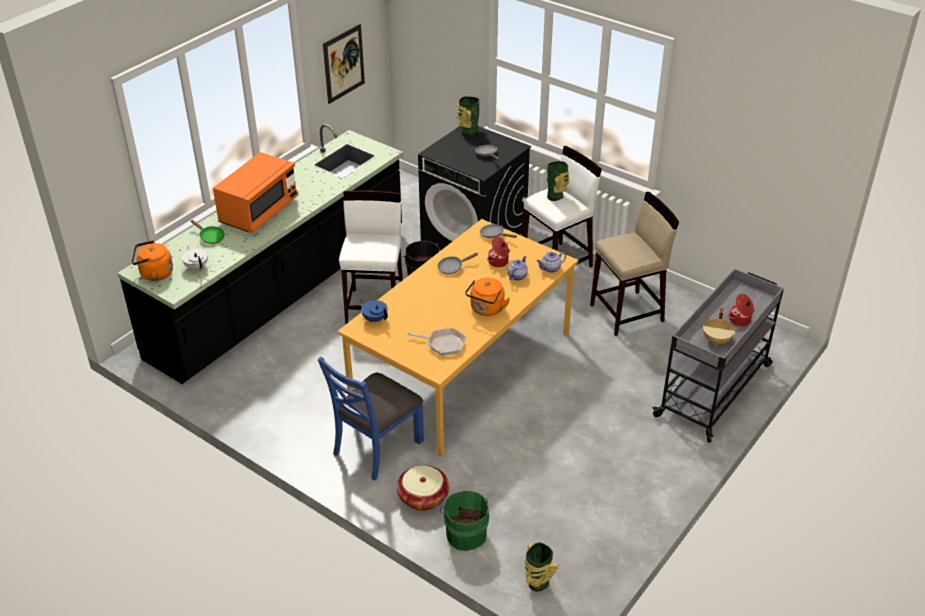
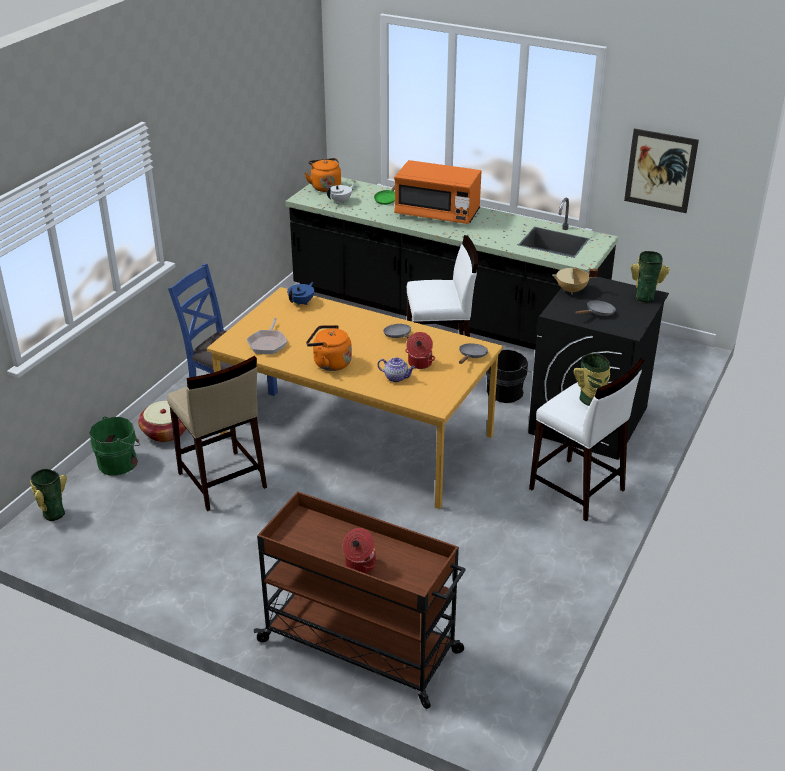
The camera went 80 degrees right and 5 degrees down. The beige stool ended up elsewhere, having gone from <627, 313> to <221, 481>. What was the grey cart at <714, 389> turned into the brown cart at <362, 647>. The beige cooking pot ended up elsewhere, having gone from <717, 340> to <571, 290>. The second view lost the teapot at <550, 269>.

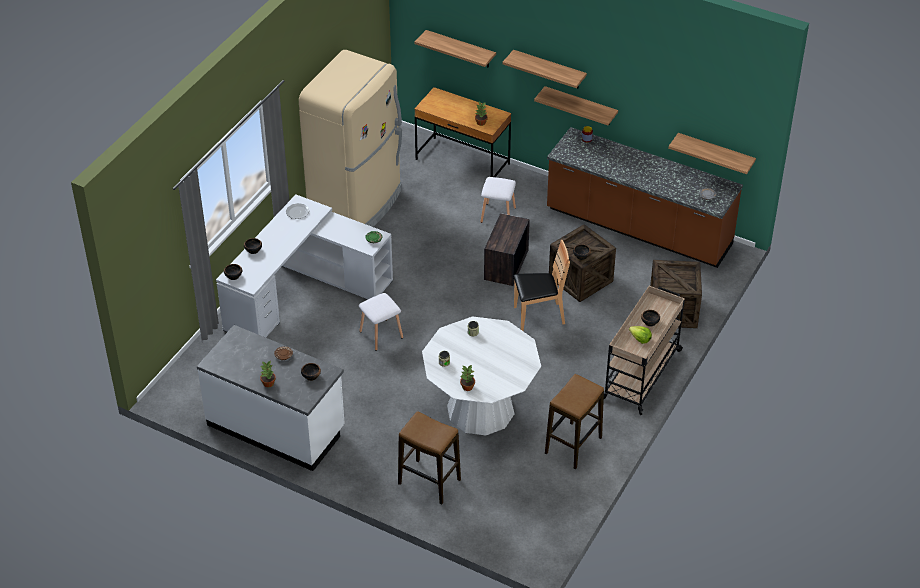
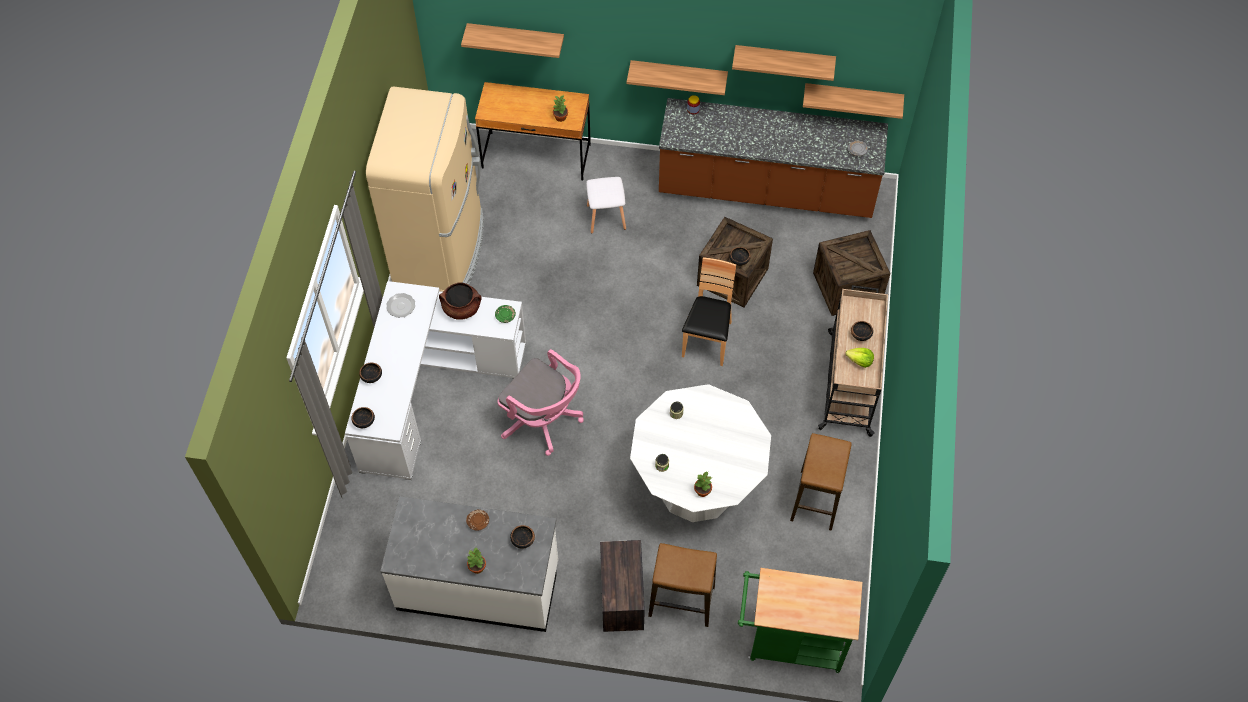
The camera went 20 degrees left and 15 degrees up. The second view gained the brown cooking pot at <462, 308>. Where the white stool stood at <380, 335>, the pink office chair came to stand at <544, 421>. The crate ended up elsewhere, having gone from <506, 264> to <621, 595>. The brown chair at <538, 316> ended up facing another way, 45 degrees counterclockwise from before. The shelf ended up elsewhere, having gone from <549, 69> to <784, 59>. The second view gained the green cart at <789, 641>.

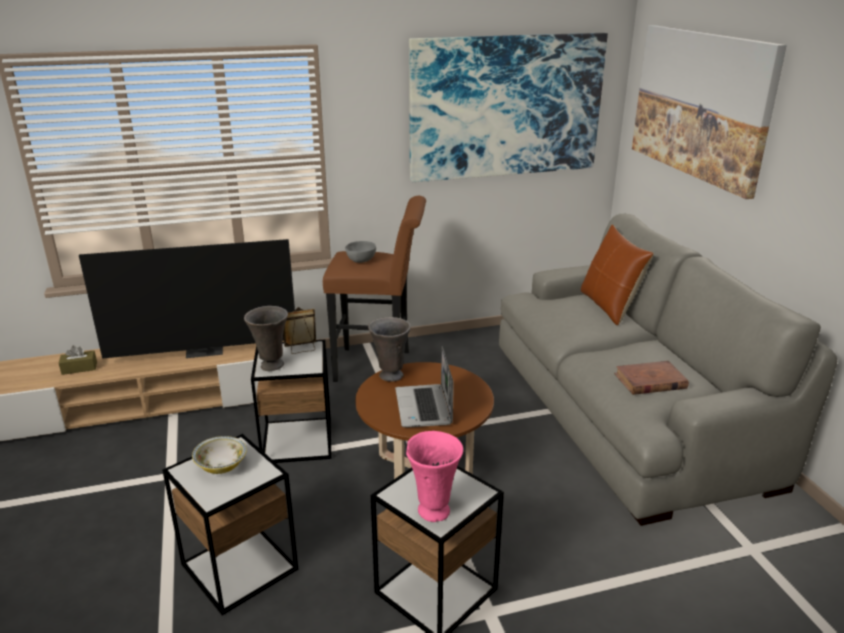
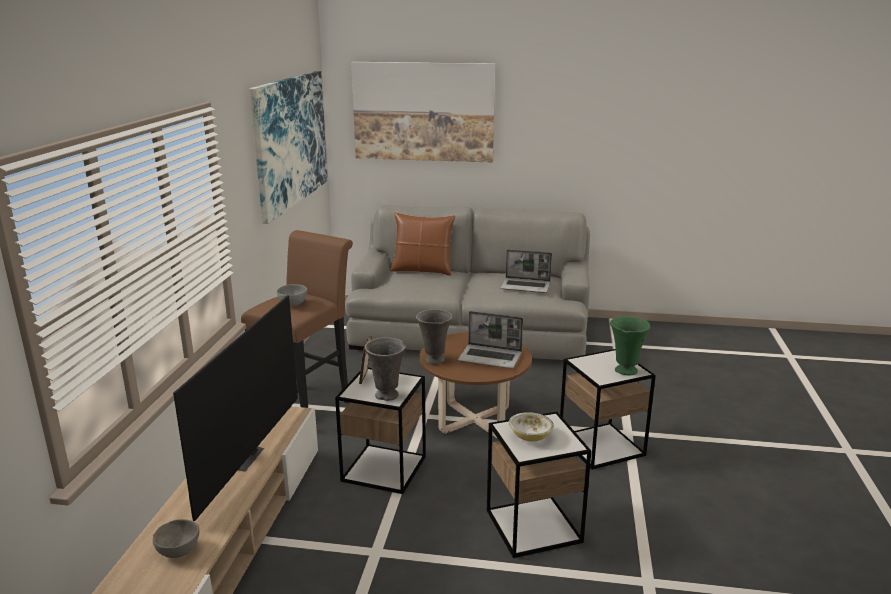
The camera went 65 degrees left and 5 degrees down. Where the brown tissue box stood at <79, 368>, the grey bowl came to stand at <178, 551>. Where the brown book stood at <650, 381>, the laptop came to stand at <526, 286>. What was the pink vase at <433, 510> turned into the green vase at <625, 371>.

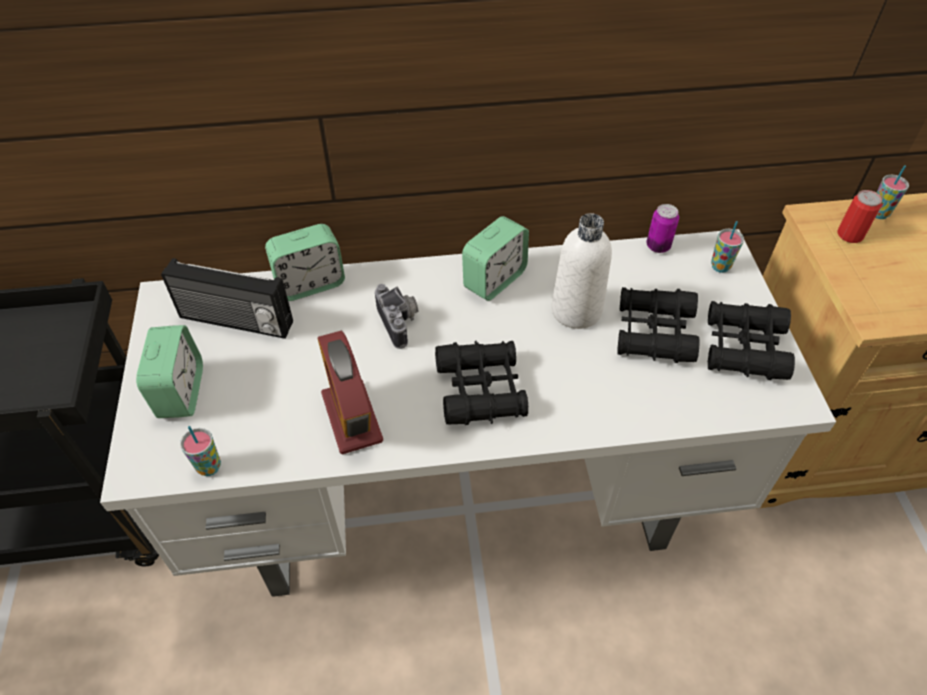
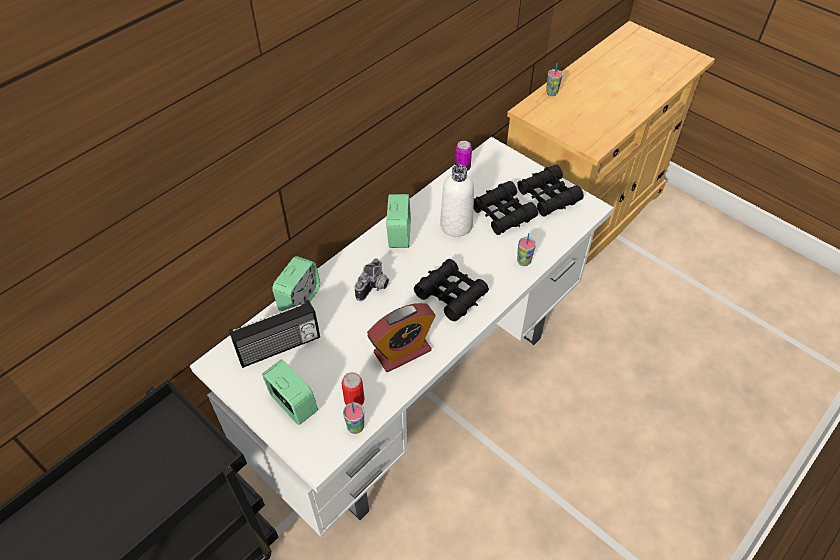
The camera went 40 degrees left and 0 degrees up. The can ended up elsewhere, having gone from <850, 235> to <354, 400>. The photo camera at <401, 322> ended up facing another way, 90 degrees clockwise from before. The alarm clock at <352, 417> ended up facing another way, 60 degrees counterclockwise from before. The cup ended up elsewhere, having gone from <720, 266> to <523, 261>.

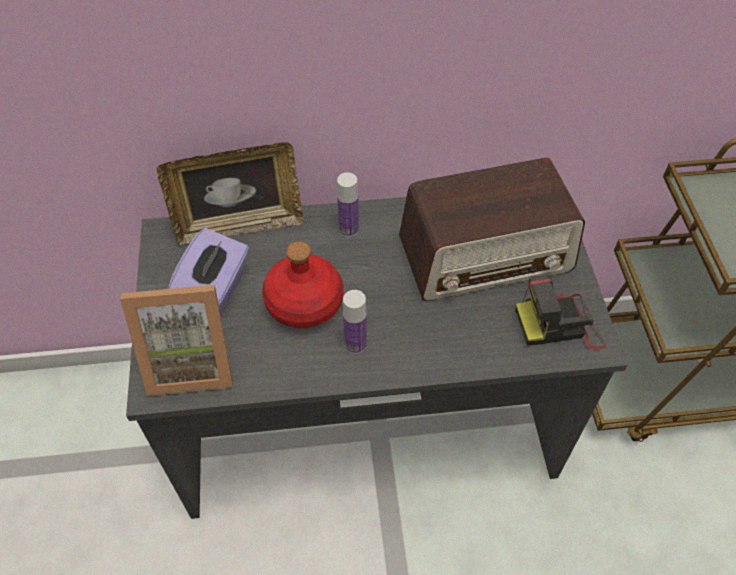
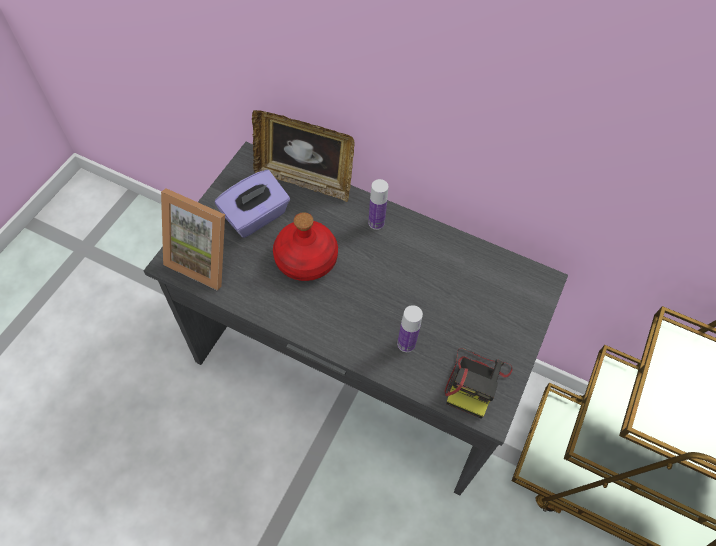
The camera went 30 degrees right and 5 degrees up. The bottle ended up elsewhere, having gone from <355, 344> to <406, 344>. The photo camera at <559, 324> ended up facing another way, 90 degrees counterclockwise from before. The second view lost the radio at <486, 255>.

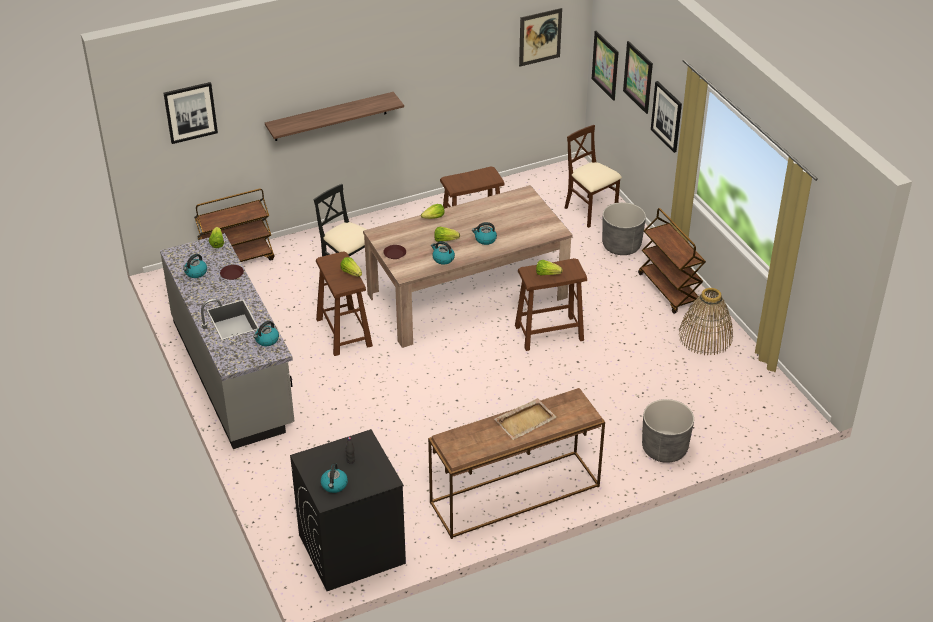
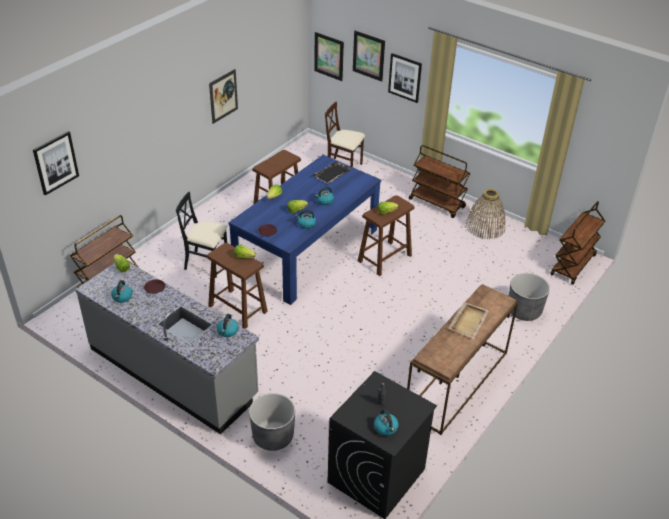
The camera went 30 degrees left and 0 degrees up. The picture ended up elsewhere, having gone from <540, 37> to <223, 96>. What was the beige dining table at <467, 296> turned into the blue dining table at <307, 251>. The grey planter ended up elsewhere, having gone from <621, 245> to <273, 436>. The second view gained the black tray at <331, 174>. The second view gained the brown cart at <573, 266>. The second view lost the shelf at <330, 116>.

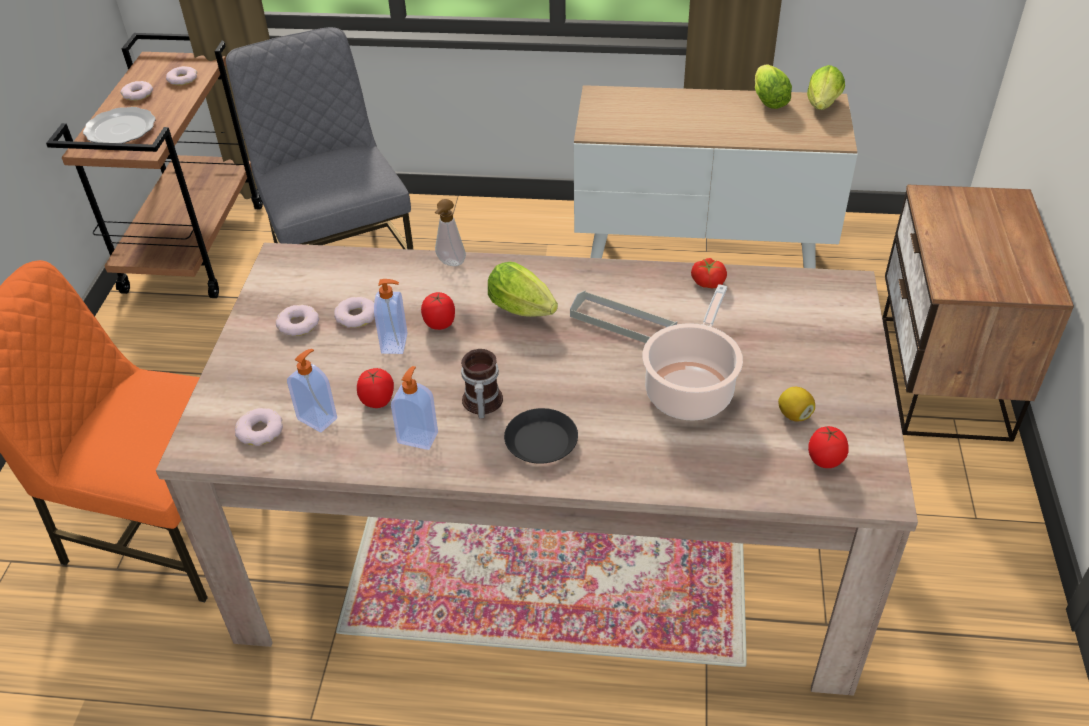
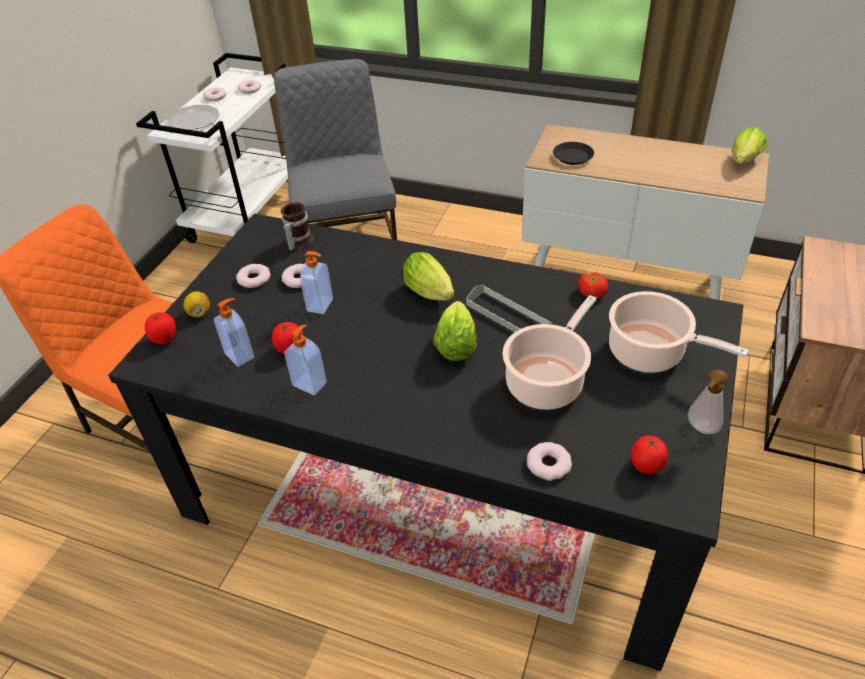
The camera went 15 degrees right and 0 degrees up. What was the beige dining table at <550, 542> turned into the black dining table at <441, 485>. What was the brown cart at <194, 247> turned into the white cart at <250, 216>. The tomato ended up elsewhere, having gone from <440, 323> to <165, 339>. The lemon ended up elsewhere, having gone from <794, 414> to <199, 313>. The mug ended up elsewhere, having gone from <480, 403> to <297, 242>. The lettuce ended up elsewhere, having gone from <767, 99> to <456, 343>. The donut ended up elsewhere, having gone from <260, 431> to <549, 464>. The black plate ended up elsewhere, having gone from <541, 441> to <572, 156>. The second view gained the cooking pot at <651, 353>. The soap dispenser ended up elsewhere, having gone from <450, 263> to <700, 429>.

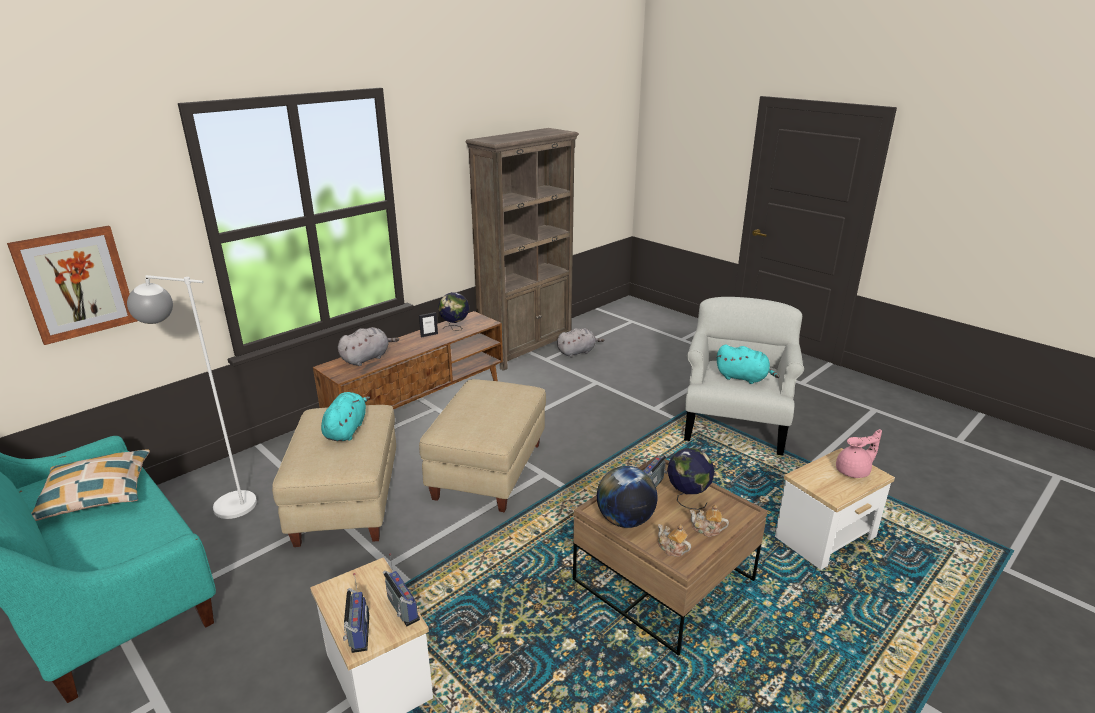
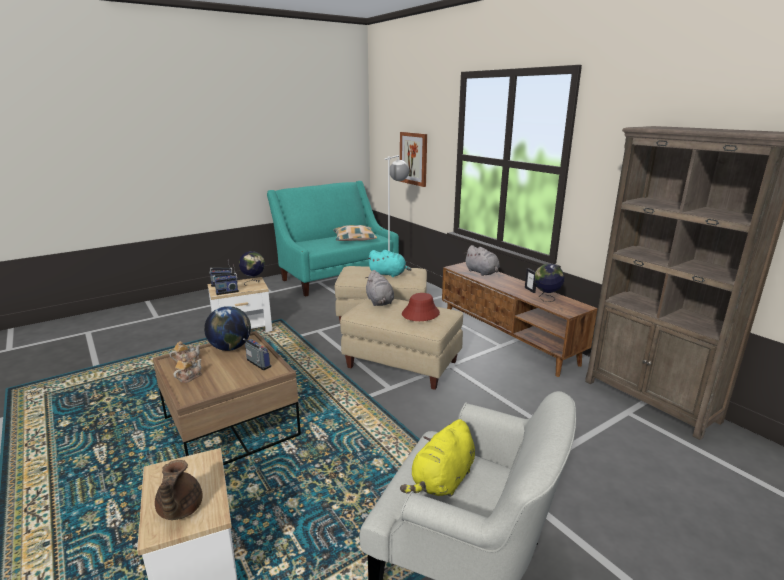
The camera went 100 degrees right and 5 degrees down. What was the pink teapot at <854, 471> turned into the brown teapot at <179, 510>. The globe ended up elsewhere, having gone from <687, 499> to <254, 282>. The grey plush toy ended up elsewhere, having gone from <577, 352> to <379, 302>. What was the turquoise plush toy at <743, 378> turned into the yellow plush toy at <442, 480>. The second view gained the red hat at <420, 314>.

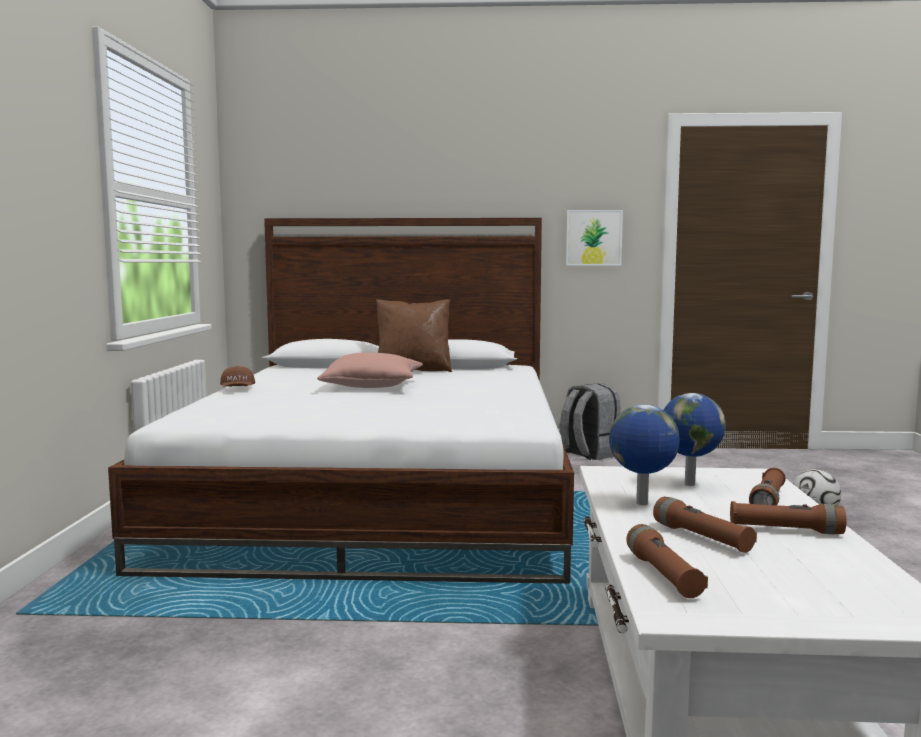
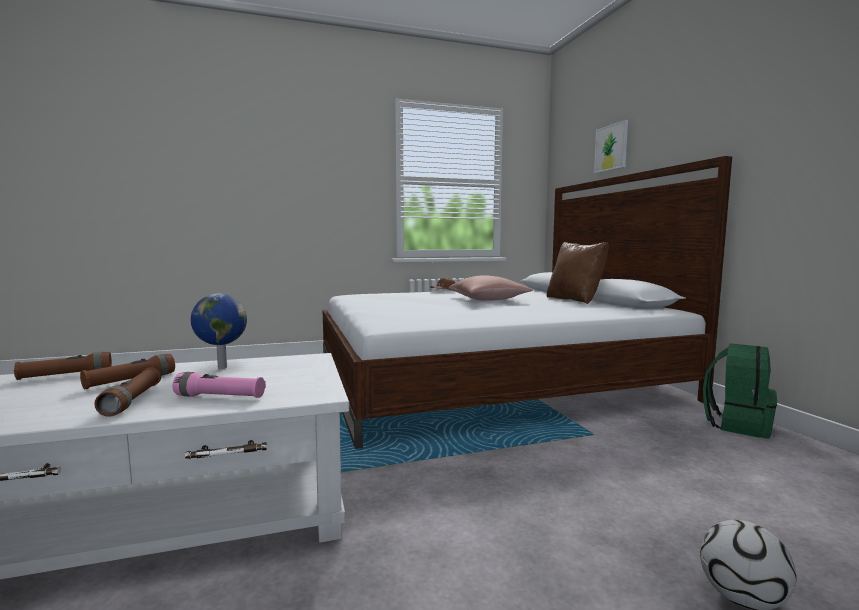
The camera went 70 degrees right and 0 degrees up. What was the brown flashlight at <768, 501> turned into the pink flashlight at <220, 397>. The picture ended up elsewhere, having gone from <593, 238> to <611, 148>. What was the grey backpack at <589, 454> turned into the green backpack at <737, 424>. The second view lost the globe at <688, 484>.

